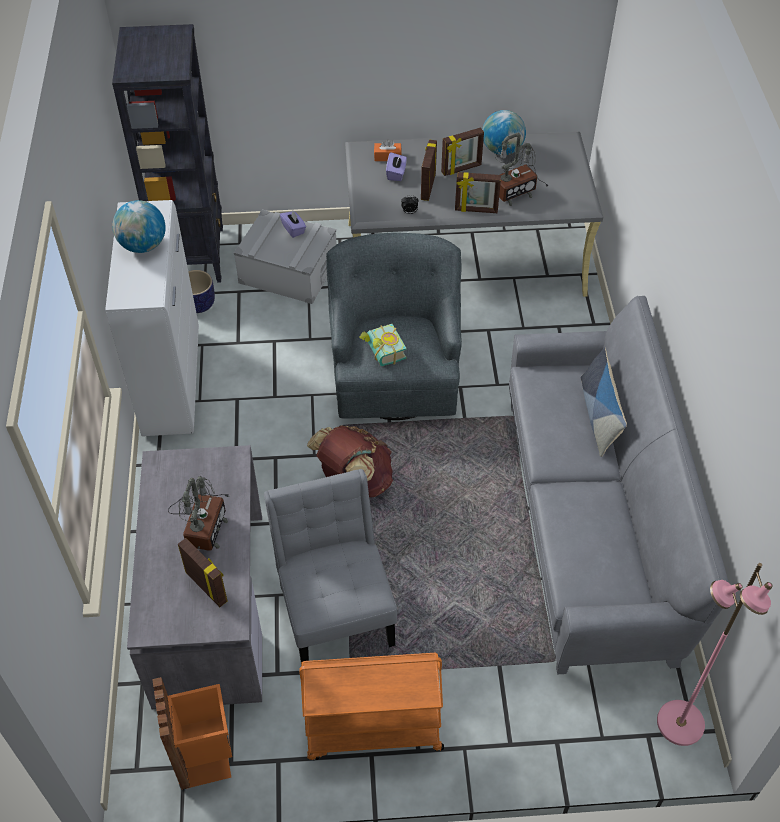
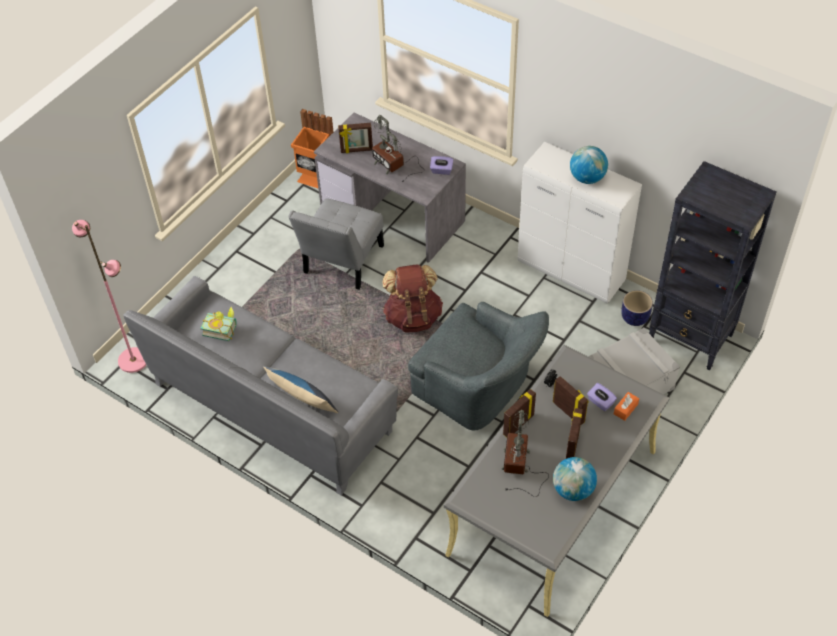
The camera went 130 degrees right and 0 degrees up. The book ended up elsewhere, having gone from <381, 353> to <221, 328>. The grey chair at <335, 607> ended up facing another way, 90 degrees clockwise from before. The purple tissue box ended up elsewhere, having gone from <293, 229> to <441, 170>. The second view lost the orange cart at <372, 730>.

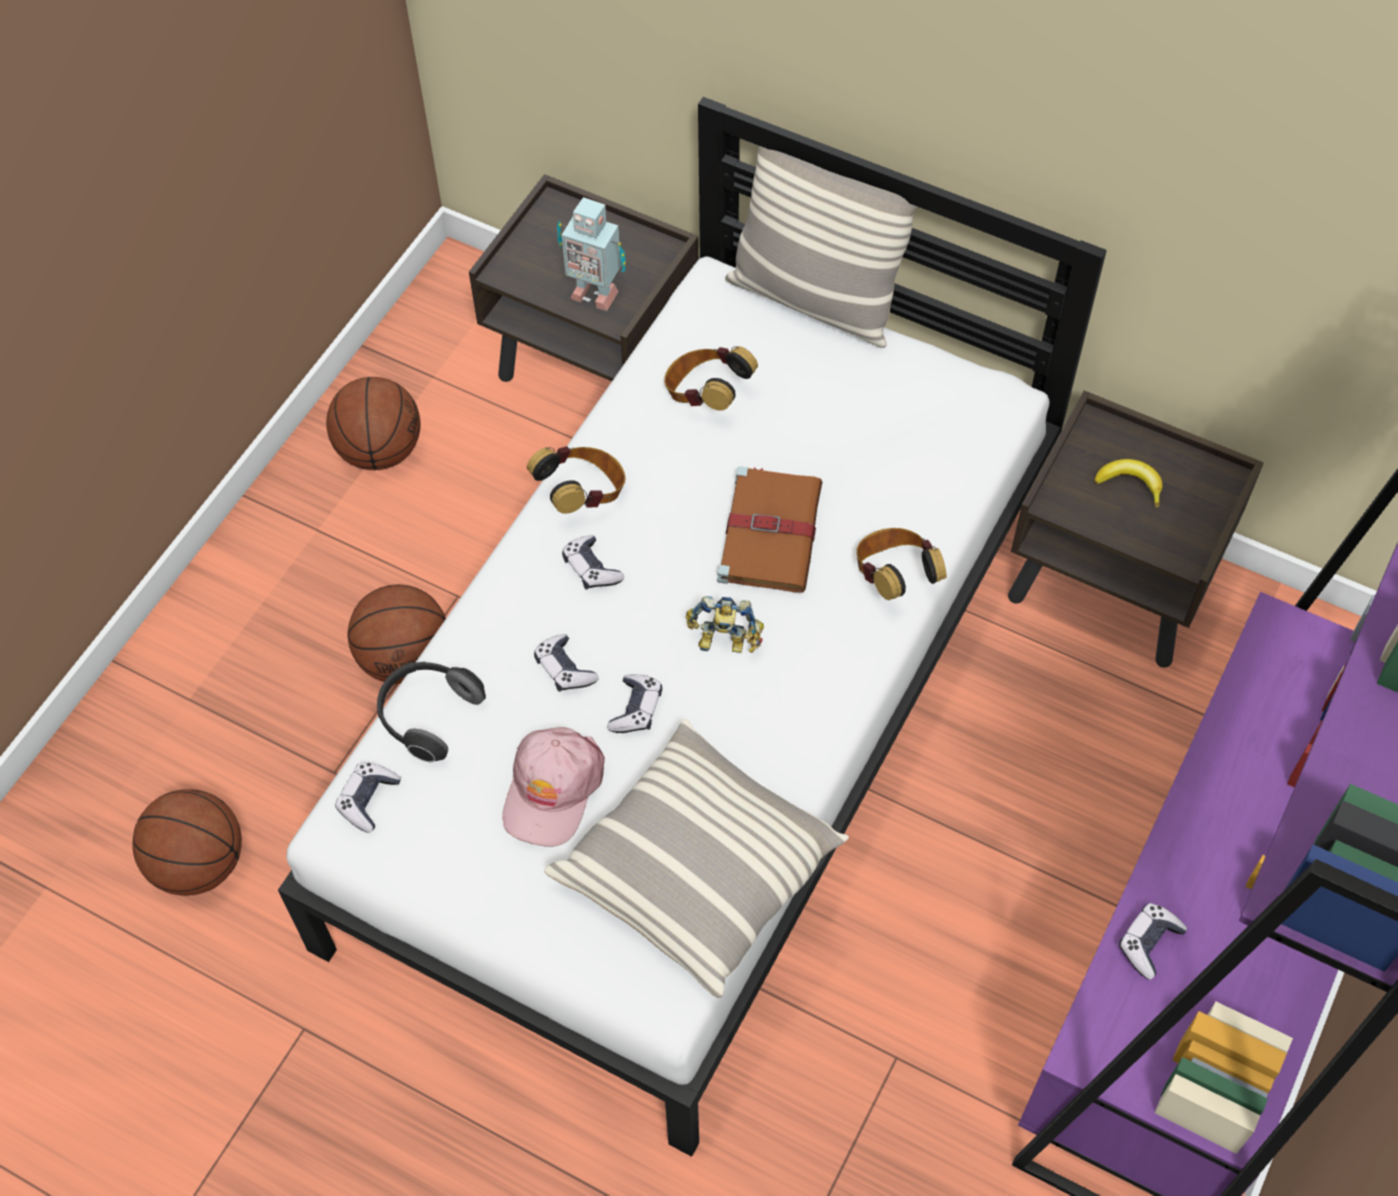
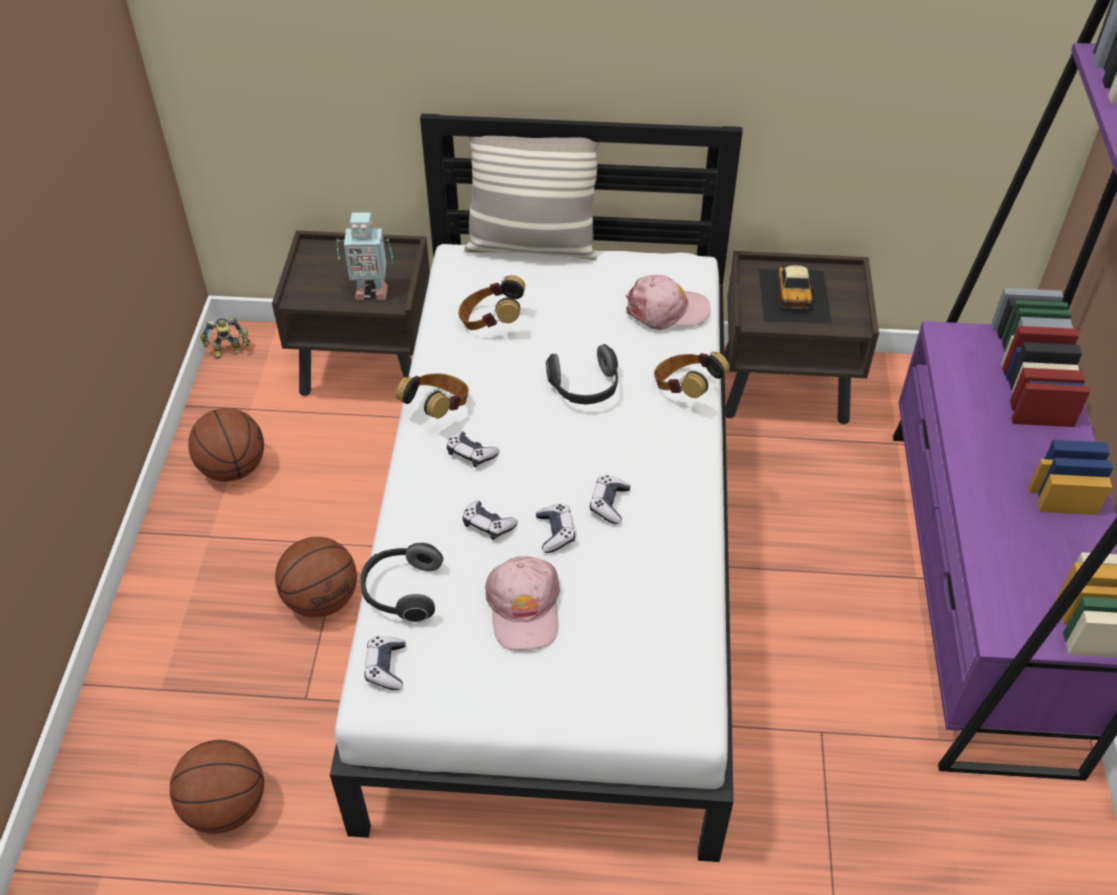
The camera went 25 degrees left and 10 degrees down. The toy robot ended up elsewhere, having gone from <723, 644> to <228, 352>. Where the brown book stood at <770, 531>, the headphones came to stand at <585, 389>. The game controller ended up elsewhere, having gone from <1148, 943> to <609, 504>. The second view gained the pink cap at <666, 310>. Where the banana stood at <1130, 484>, the toy car came to stand at <794, 295>. The second view lost the pillow at <698, 870>.

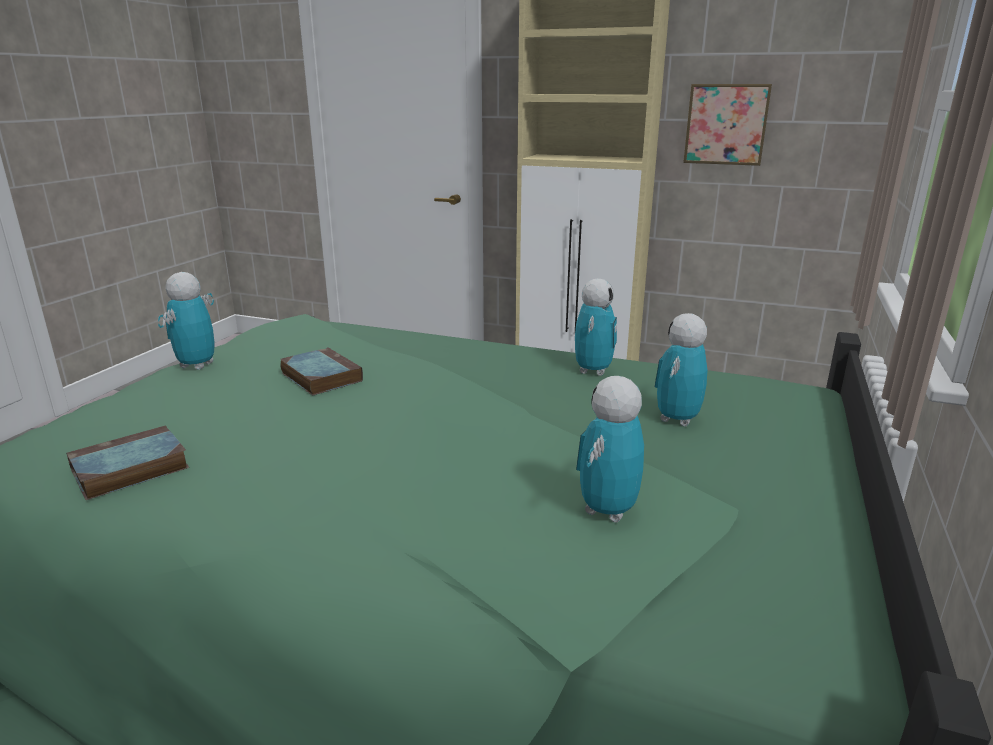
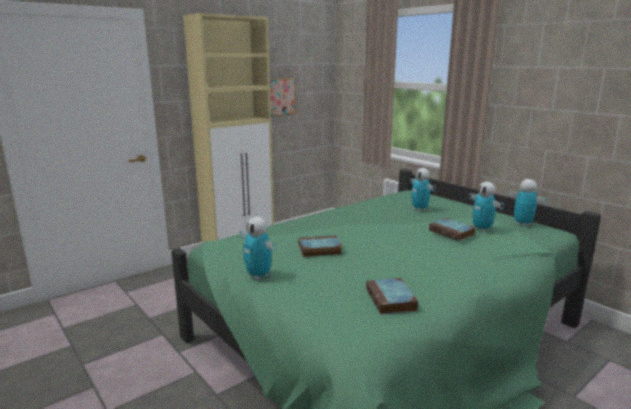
The camera went 60 degrees left and 5 degrees down. The second view gained the book at <452, 232>. The toy robot ended up elsewhere, having gone from <593, 370> to <522, 224>.

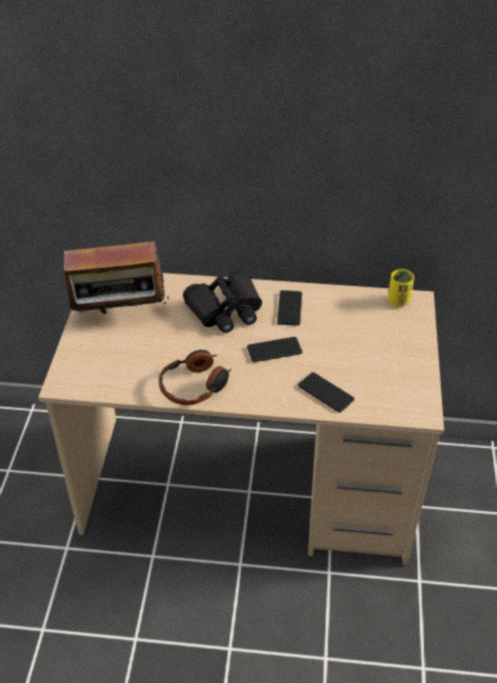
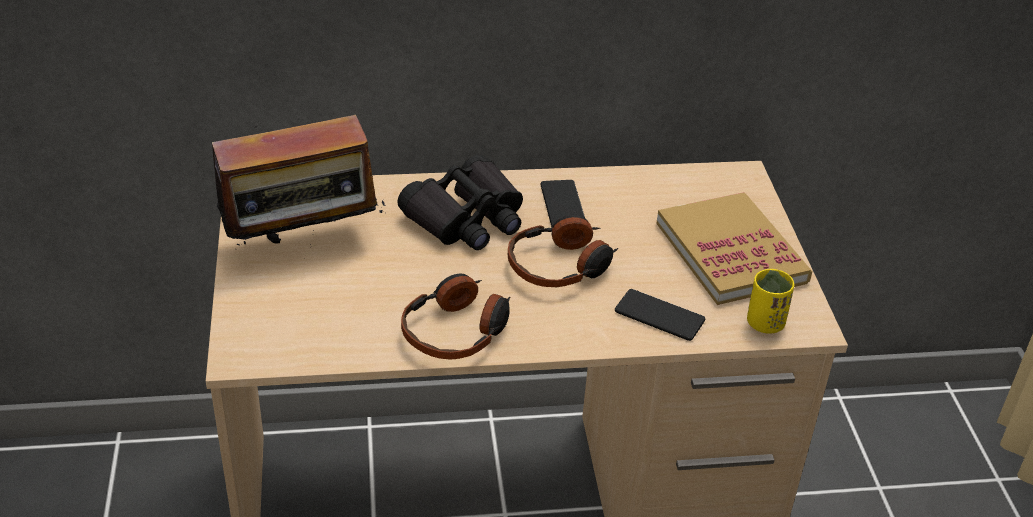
The camera went 15 degrees left and 5 degrees down. Where the phone stood at <274, 350>, the headphones came to stand at <561, 266>. The second view gained the book at <731, 252>. The yellow cup ended up elsewhere, having gone from <398, 300> to <765, 323>.

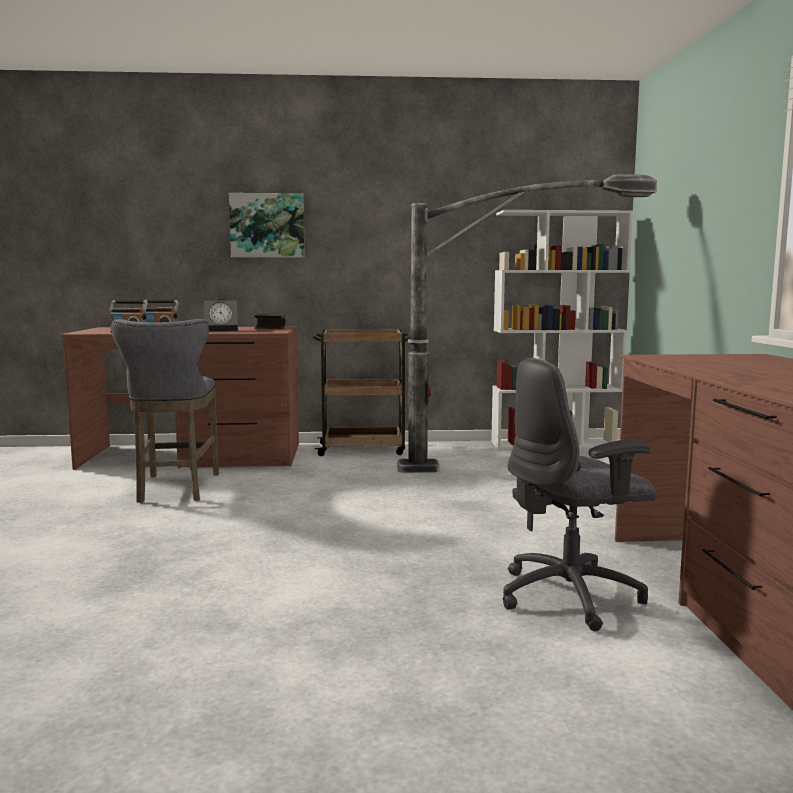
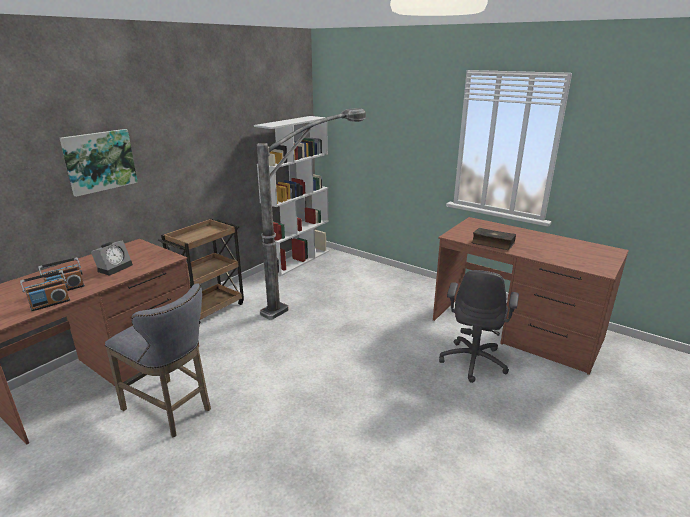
The camera went 50 degrees left and 15 degrees up. The book ended up elsewhere, having gone from <269, 328> to <492, 243>.

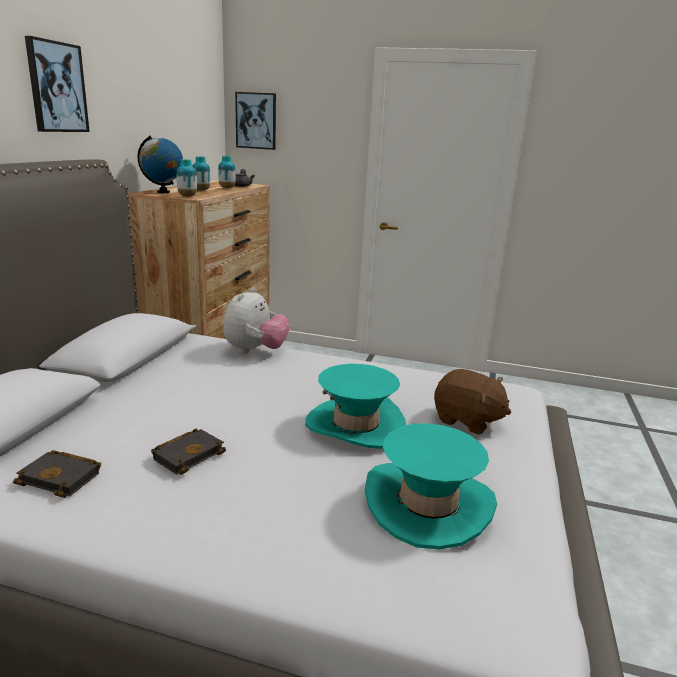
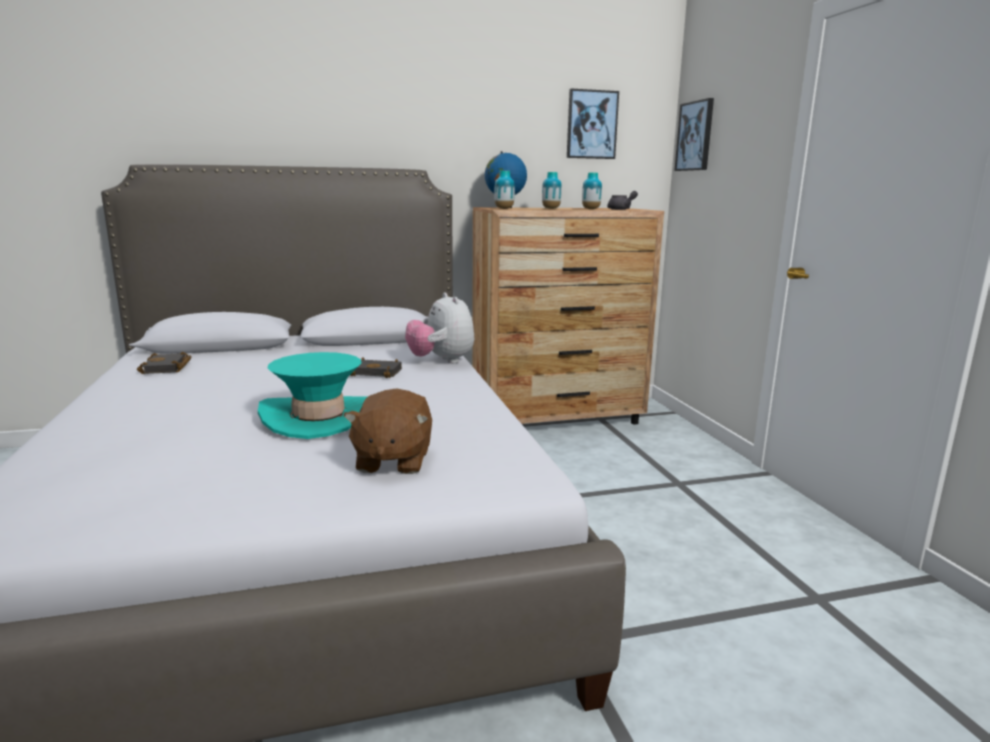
The camera went 60 degrees right and 5 degrees down. The black book ended up elsewhere, having gone from <189, 454> to <377, 372>. The plush toy at <255, 351> ended up facing another way, 75 degrees clockwise from before. The picture ended up elsewhere, having gone from <56, 87> to <591, 124>. The second view lost the turquoise hat at <428, 504>.

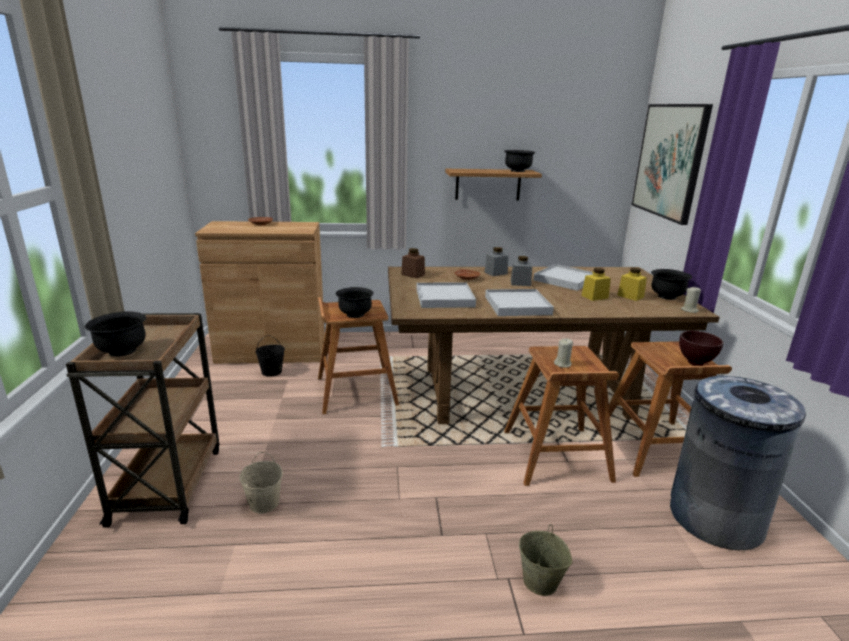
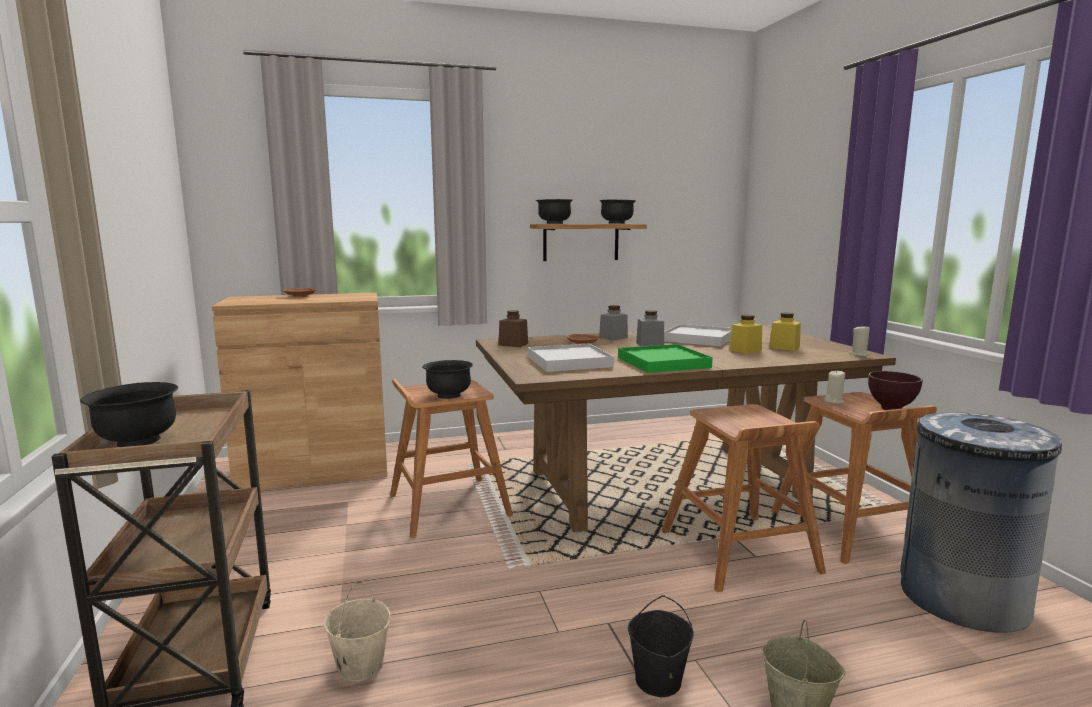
The camera went 10 degrees left and 10 degrees down. The black bowl ended up elsewhere, having gone from <666, 296> to <554, 223>. What was the white tray at <517, 305> turned into the green tray at <663, 362>. The black bucket ended up elsewhere, having gone from <271, 372> to <658, 681>. The beige candle ended up elsewhere, having gone from <562, 364> to <833, 401>. The second view lost the picture at <669, 161>.

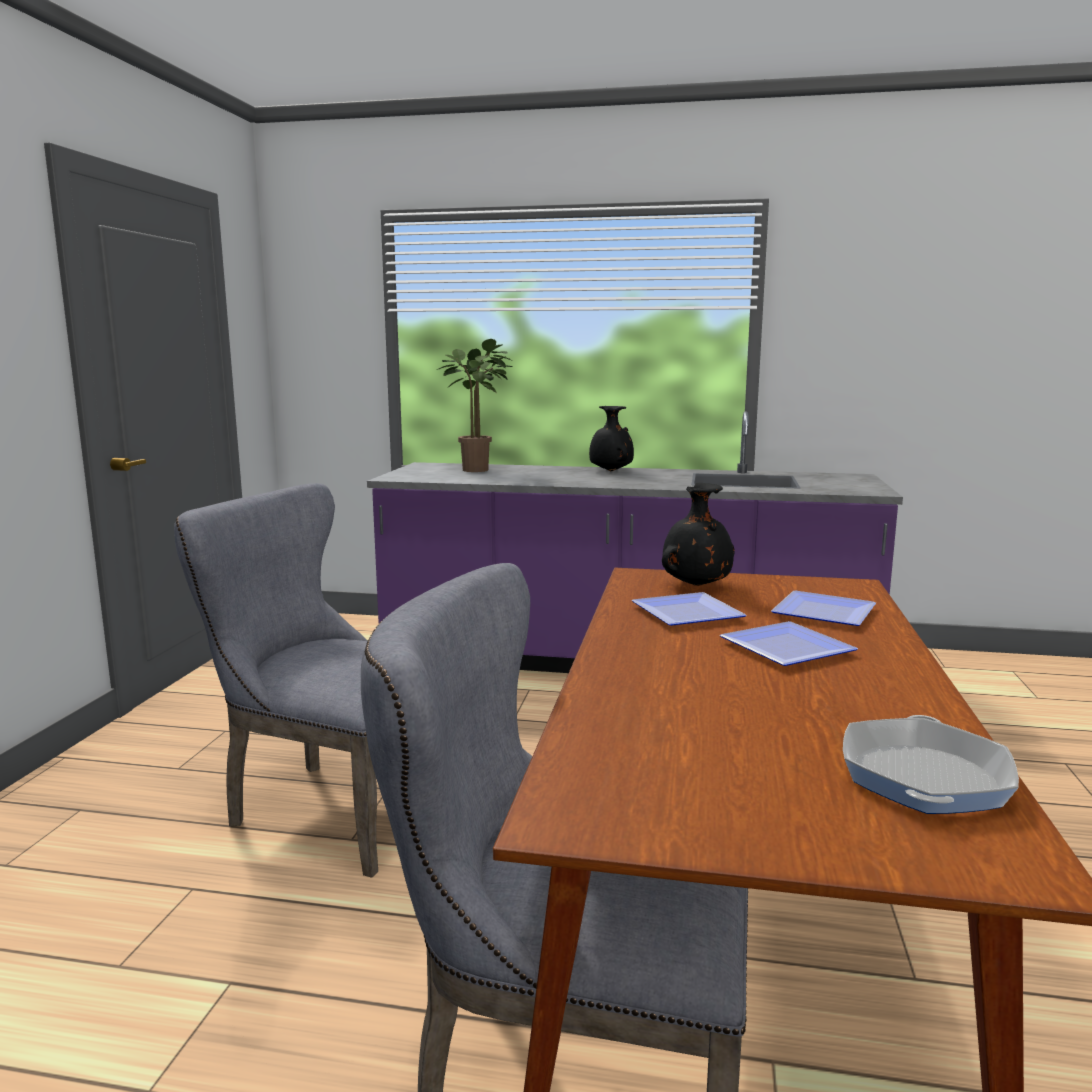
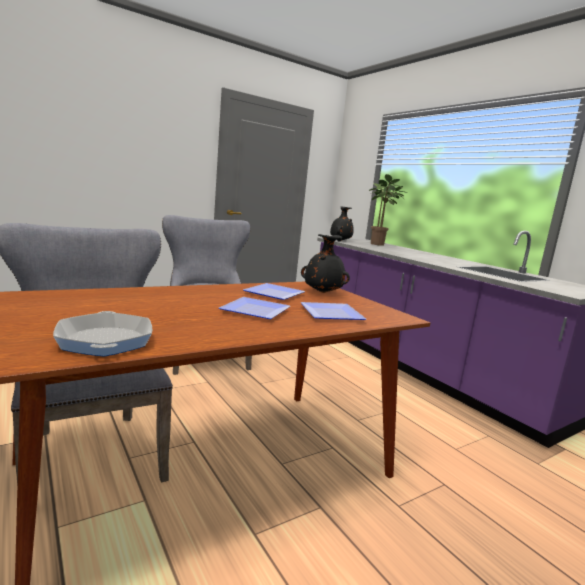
The camera went 45 degrees right and 0 degrees up. The frying pan at <924, 777> ended up facing another way, 90 degrees counterclockwise from before. The black vase ended up elsewhere, having gone from <610, 471> to <340, 240>.

